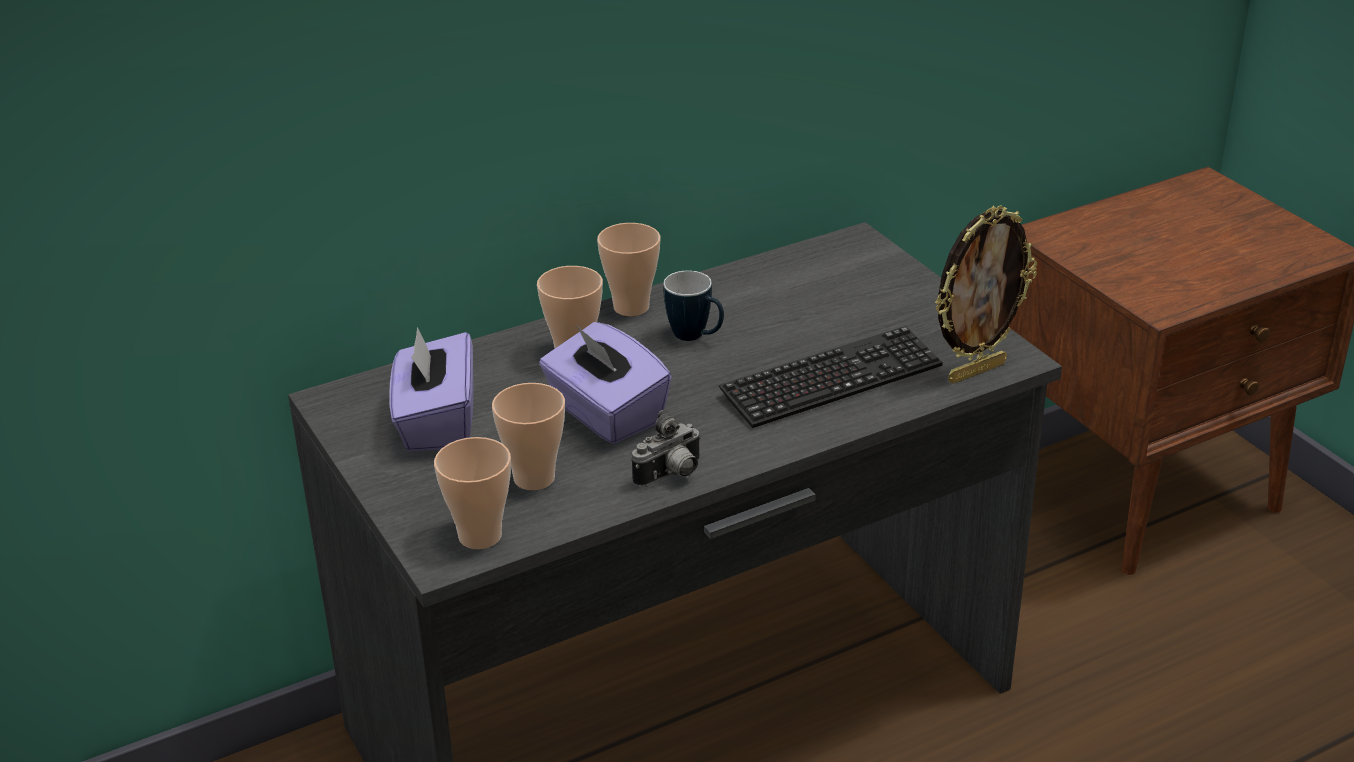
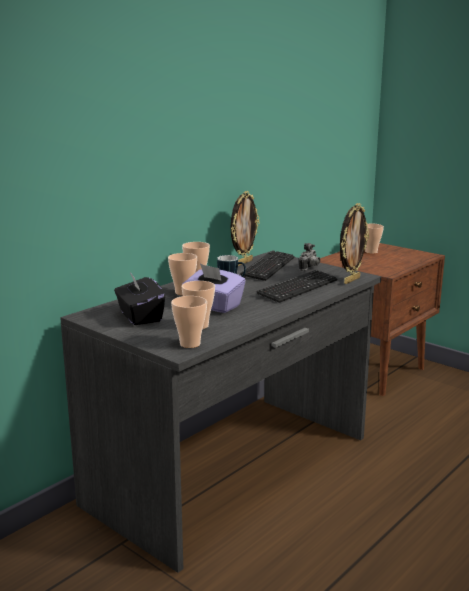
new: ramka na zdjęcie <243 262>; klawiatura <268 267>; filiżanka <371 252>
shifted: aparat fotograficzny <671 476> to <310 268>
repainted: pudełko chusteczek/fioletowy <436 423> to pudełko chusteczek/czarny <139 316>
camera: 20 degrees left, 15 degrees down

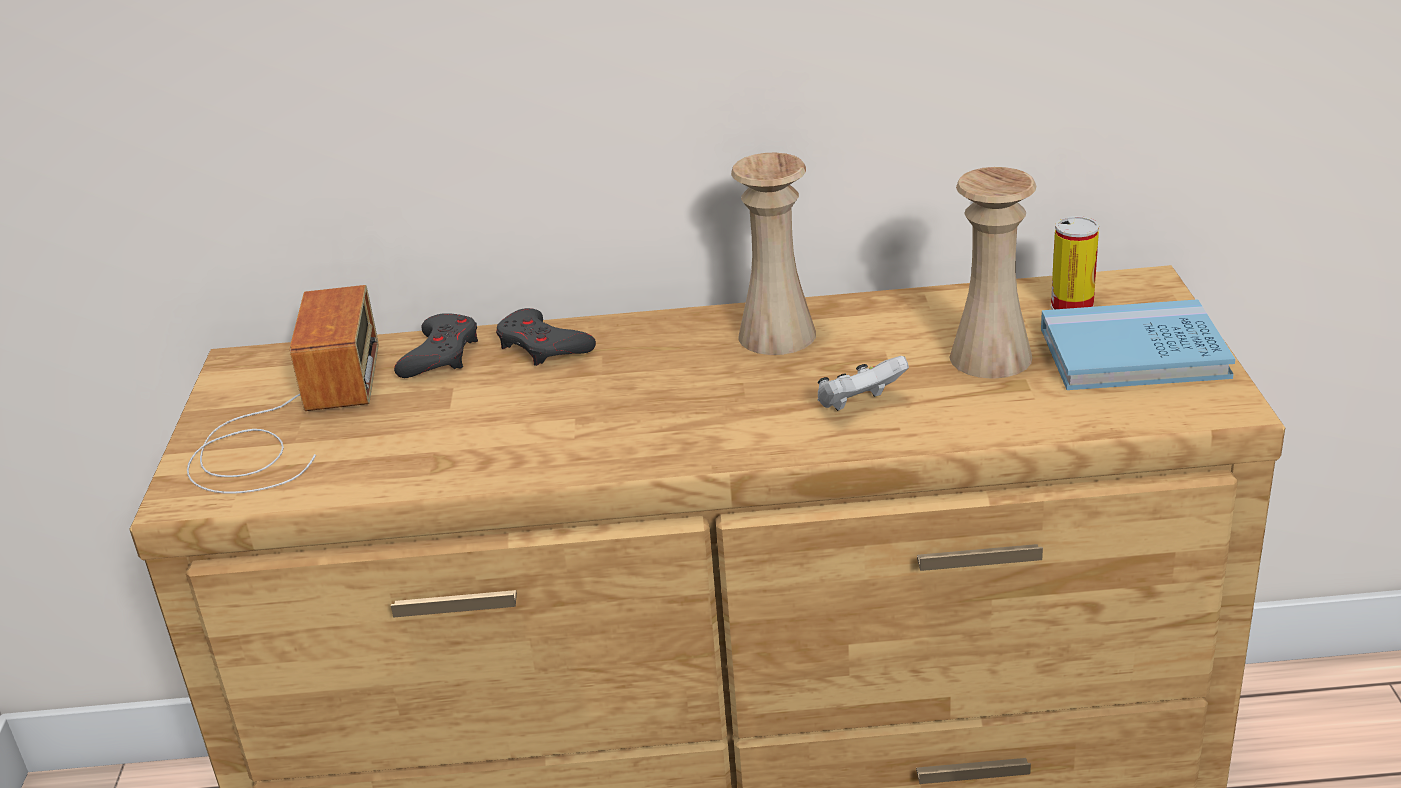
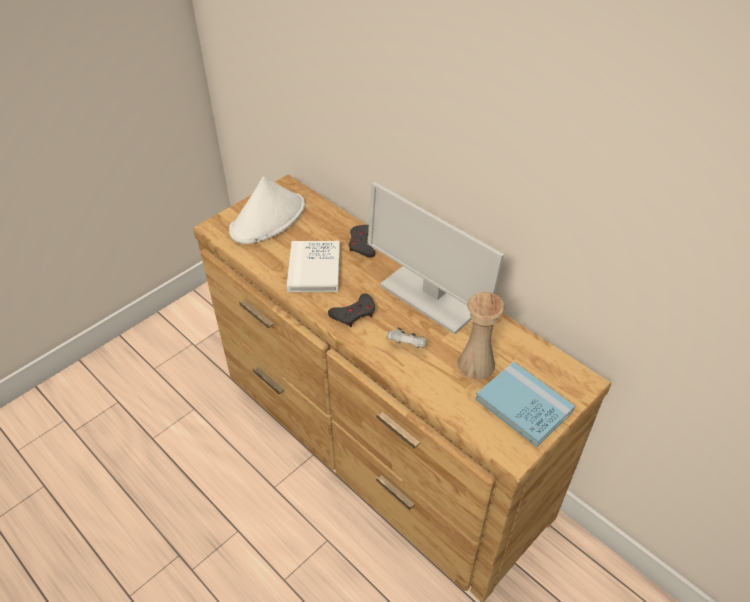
gone: puszka <1072 307>
new: książka/biały <314 269>
shifted: pad do gier/szary <441 354> to <354 313>
swapped: radio <289 420> to kapelusz/biały <268 219>; wazon/beżowy <777 335> to monitor <430 297>
camera: 45 degrees right, 15 degrees up

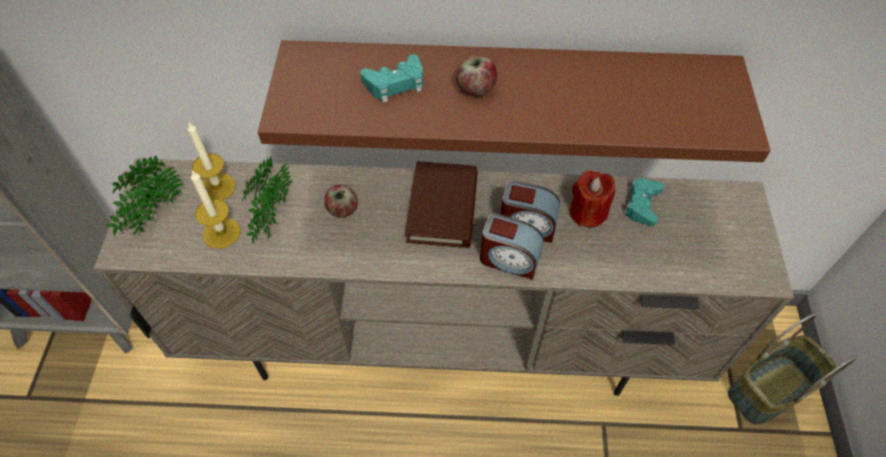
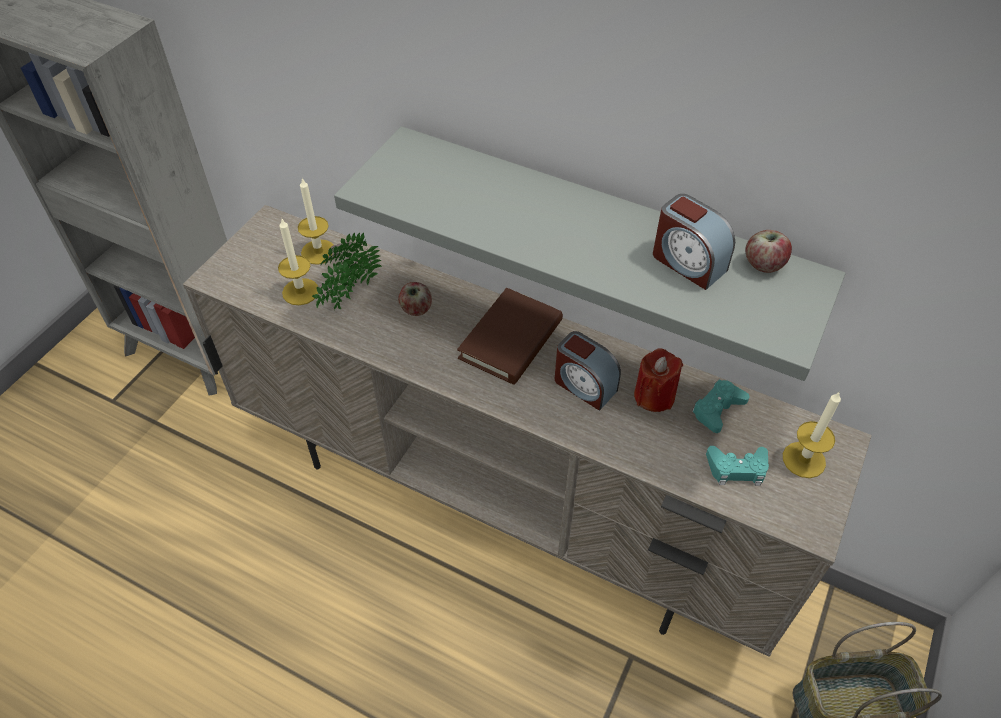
gone: roślina doniczkowa <152 216>
new: świeca <804 459>
shifted: pad do gier/turkusowy <395 83> to <737 469>; jabłko <475 89> to <763 264>; budzik <509 259> to <687 262>
repainted: półka/brązowy <506 84> to półka/szary <600 231>
camera: 25 degrees right, 5 degrees down

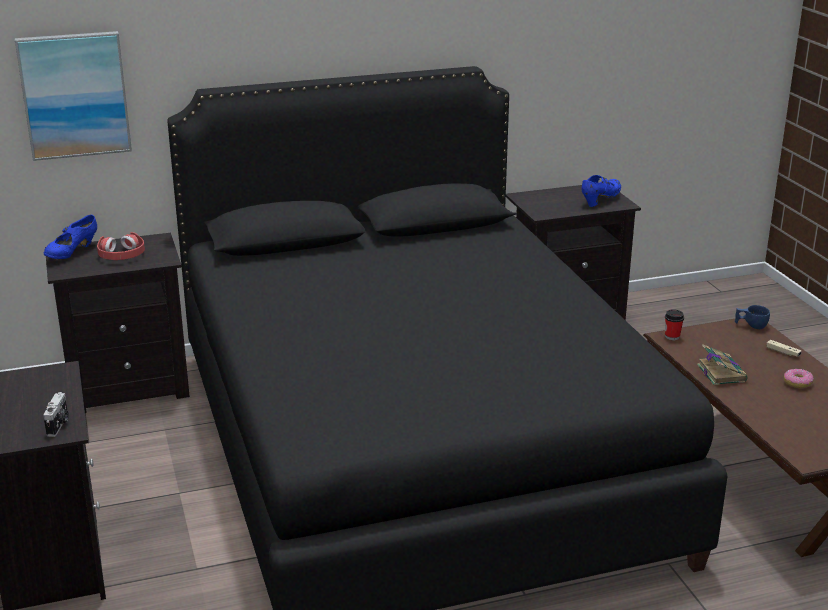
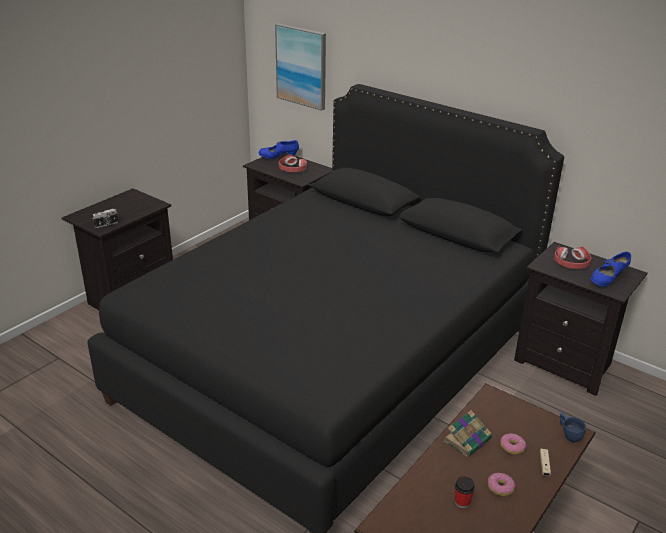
new: donut <512 447>; słuchawki/czerwony <571 263>
shifted: filiżanka <672 337> to <462 502>
rotated: but/niebieski <600 200> = <607 280> 135 degrees clockwise
camera: 55 degrees right, 5 degrees up

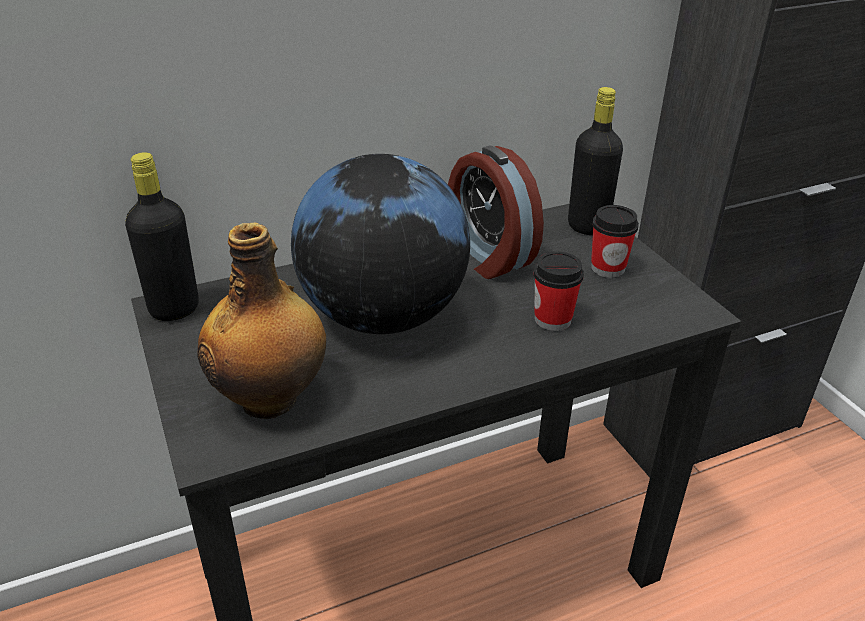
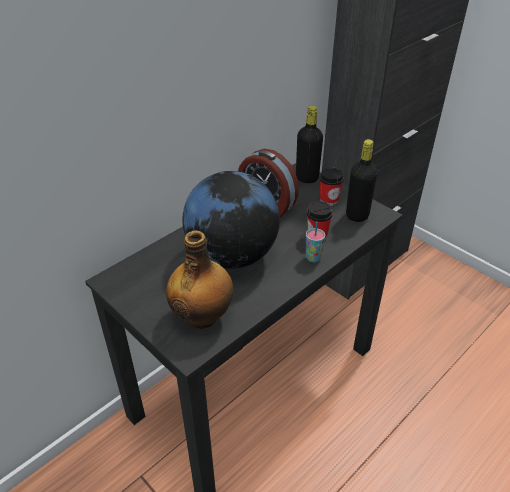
new: filiżanka <313 258>
shifted: butelka/czarny <174 309> to <357 215>
camera: 20 degrees left, 5 degrees up

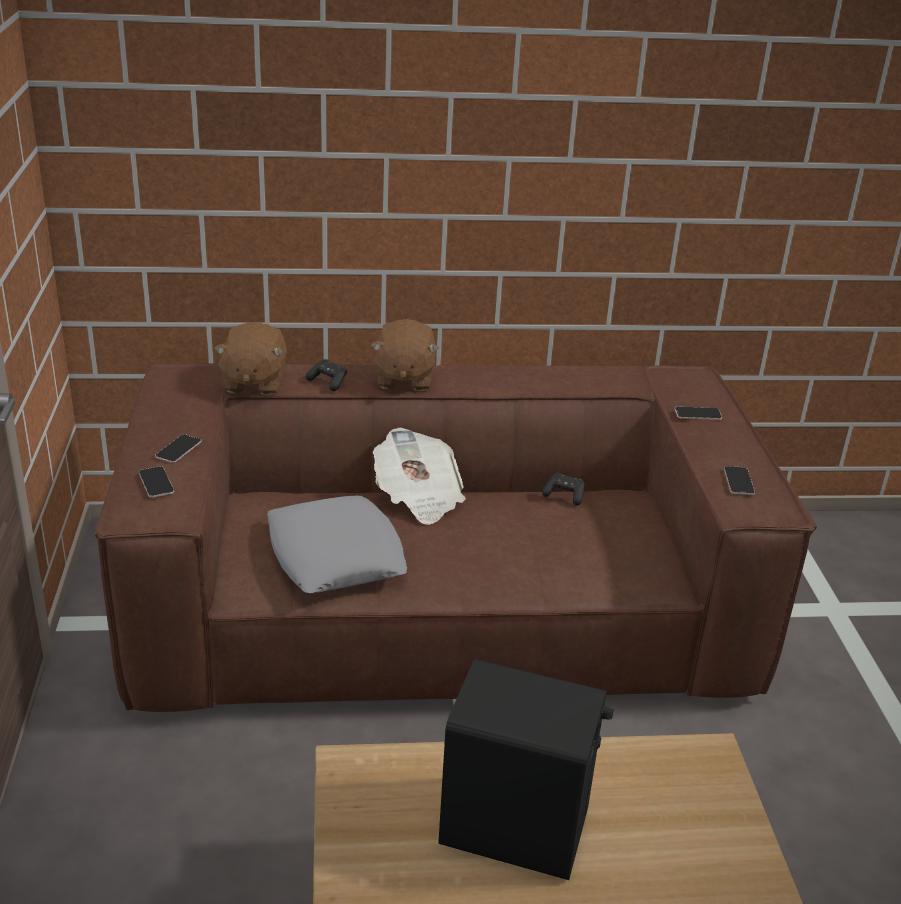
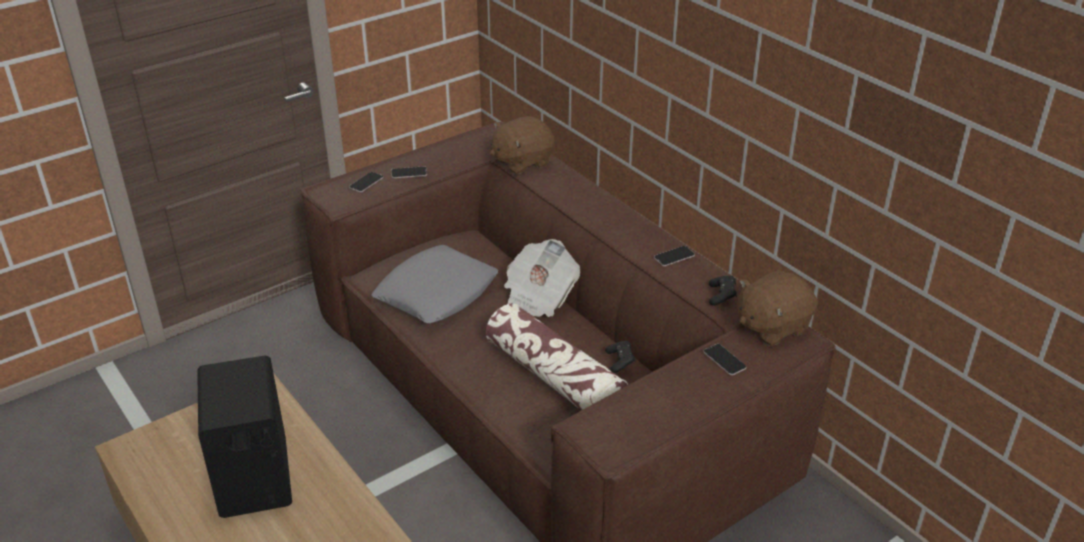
new: poduszka <555 378>
shifted: pad do gier/czarny <328 382> to <722 296>; pluszak/brązowy <403 379> to <771 326>; telefon <738 481> to <674 256>
camera: 60 degrees right, 5 degrees up

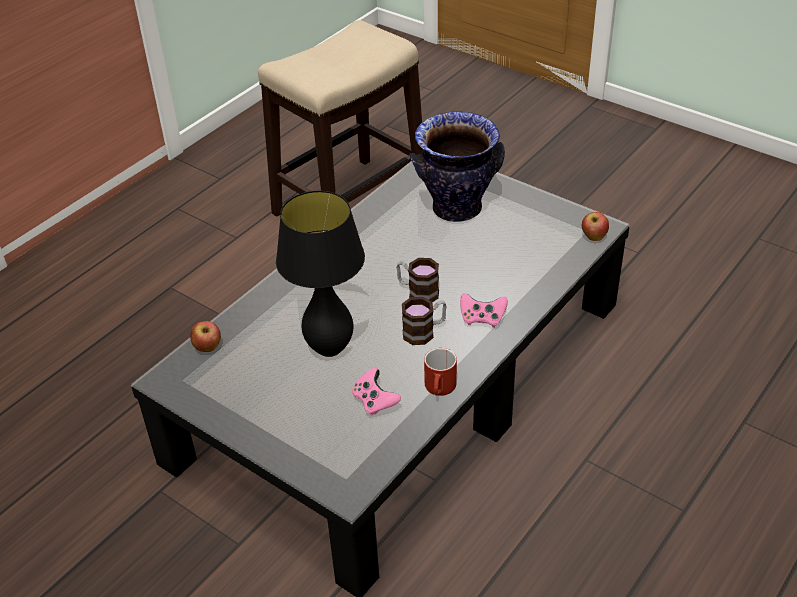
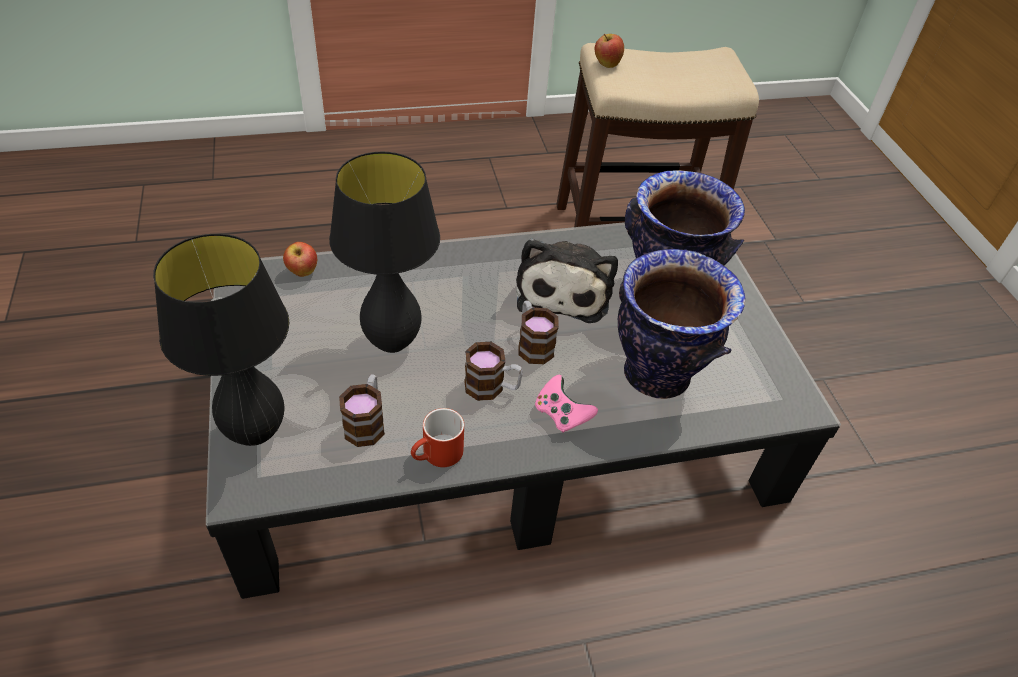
new: lampa stołowa/czarny <255 433>; pluszak <563 290>; wazon <655 375>
shifted: jabłko <593 237> to <606 64>
swapped: pad do gier/różowy <375 401> to kubek <367 422>
camera: 35 degrees right, 5 degrees up

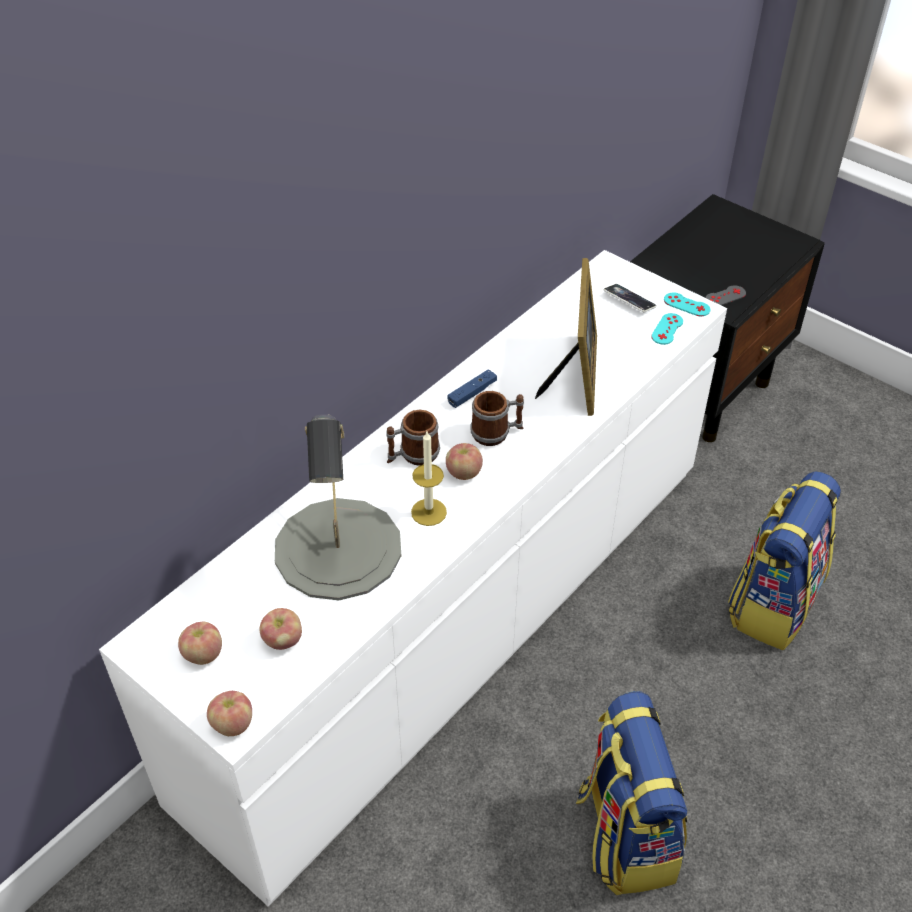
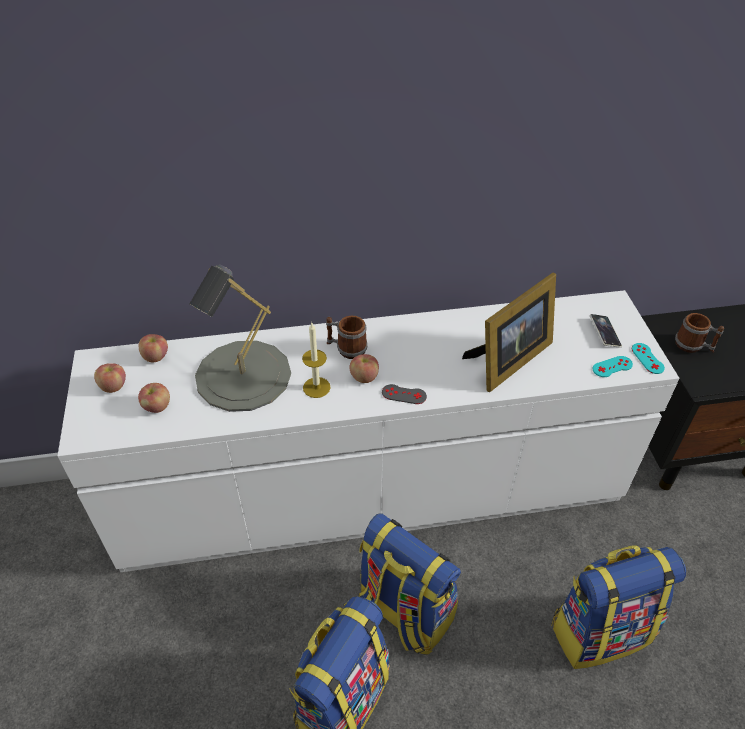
gone: pad do gier/niebieski <472 393>
new: plecak <403 612>
shifted: jabłko <232 724> to <155 357>; kubek <497 433> to <693 346>; pad do gier/szary <725 296> to <404 394>
camera: 40 degrees right, 0 degrees up

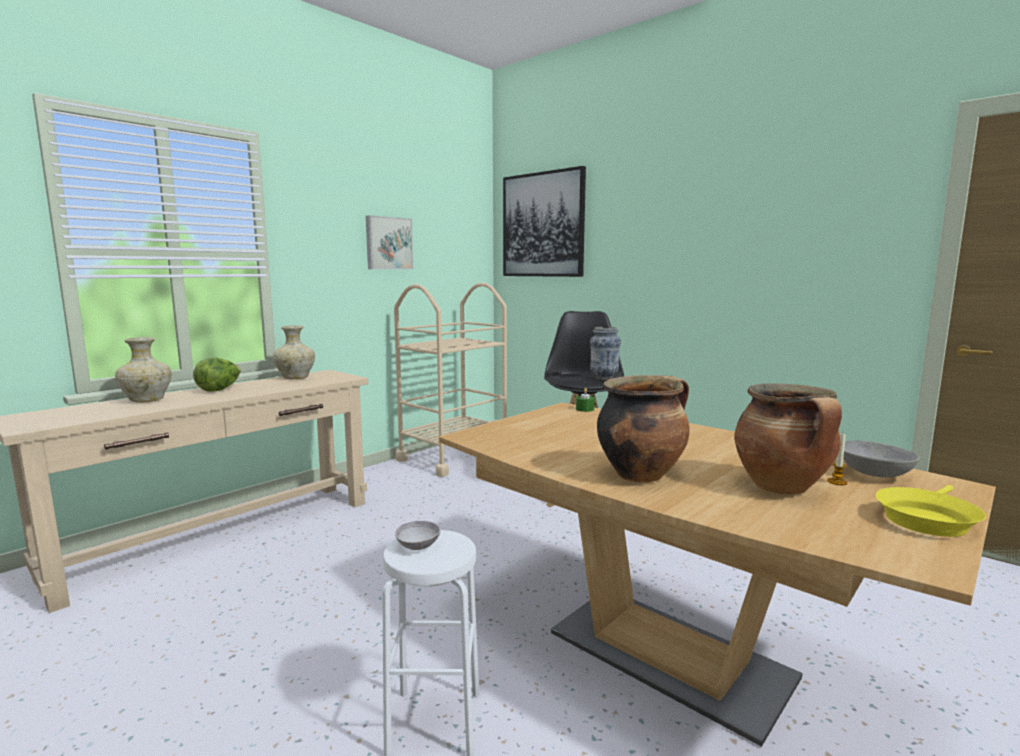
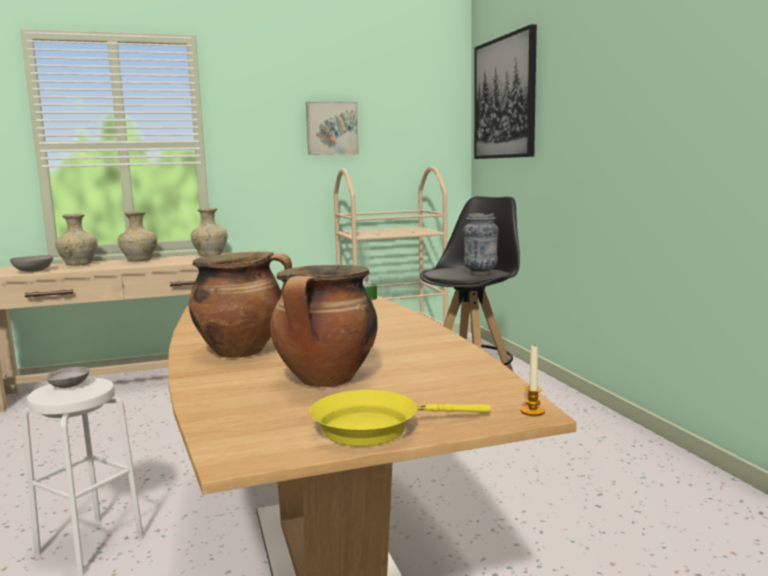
shifted: świeca <837 482> to <532 411>; miska/szary <873 474> to <33 271>
swapped: sałata <220 389> to wazon/beżowy <139 260>
camera: 30 degrees right, 0 degrees up

